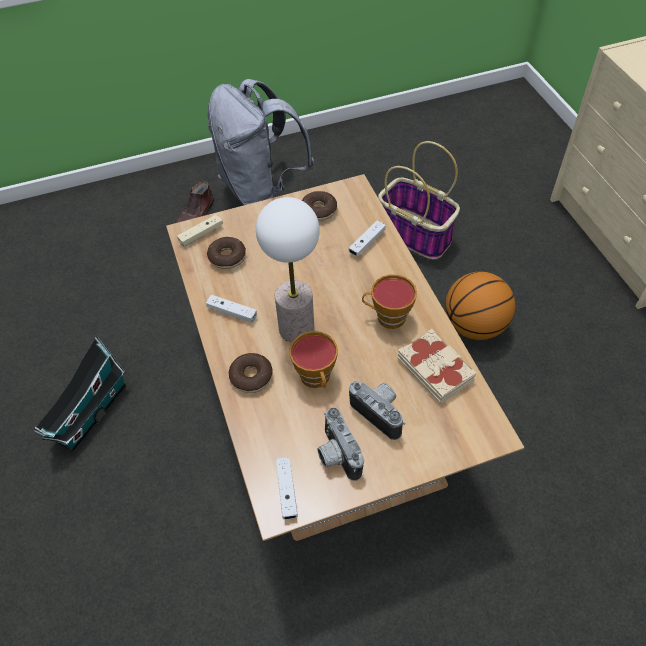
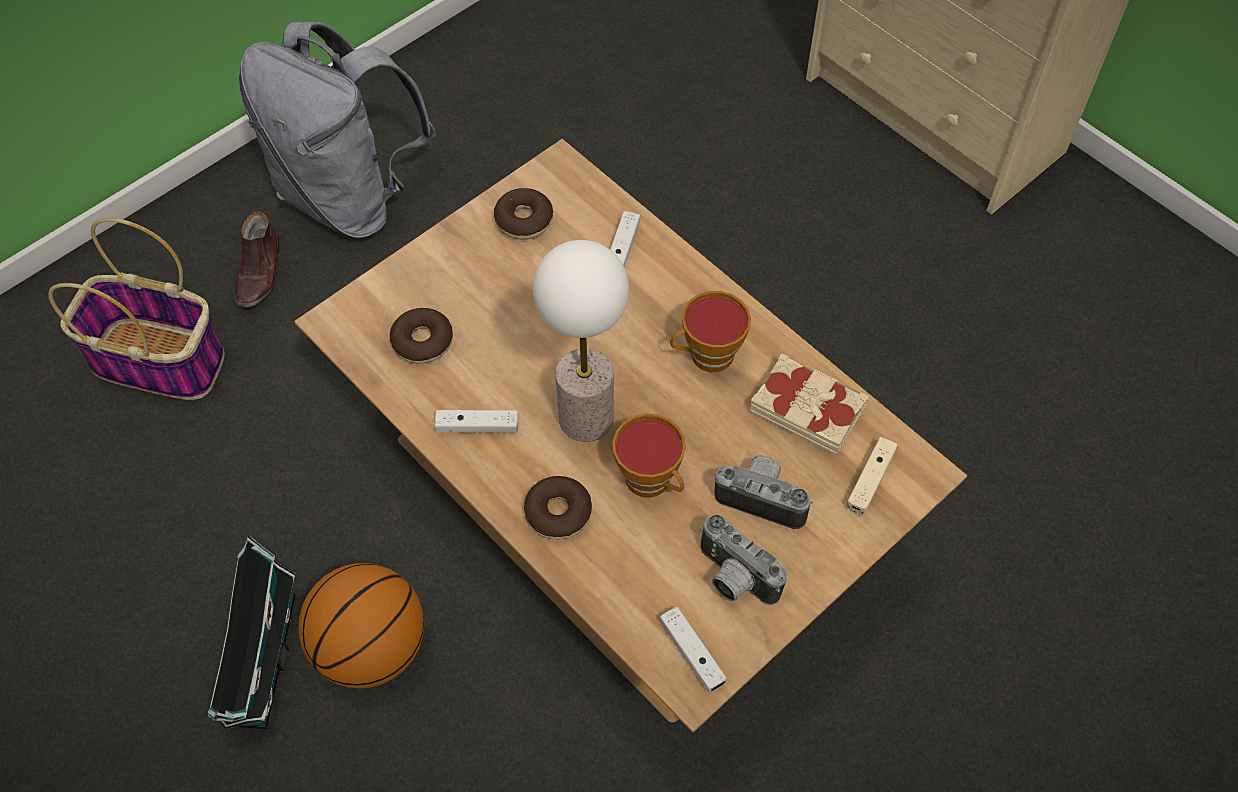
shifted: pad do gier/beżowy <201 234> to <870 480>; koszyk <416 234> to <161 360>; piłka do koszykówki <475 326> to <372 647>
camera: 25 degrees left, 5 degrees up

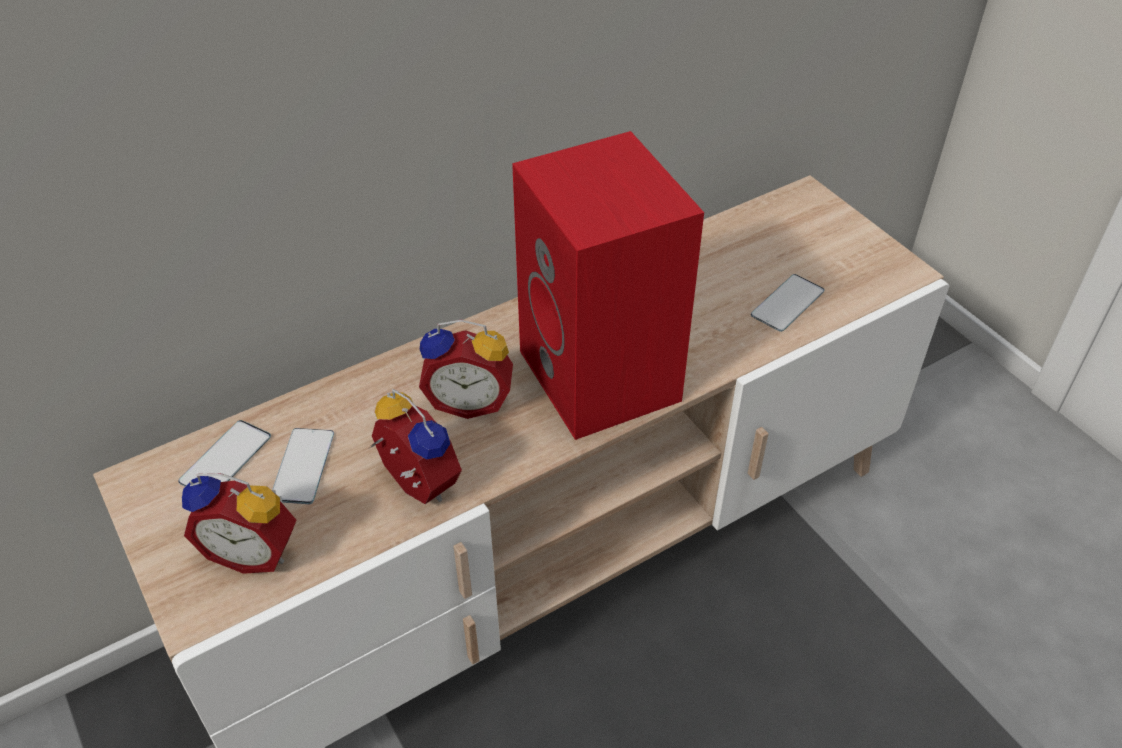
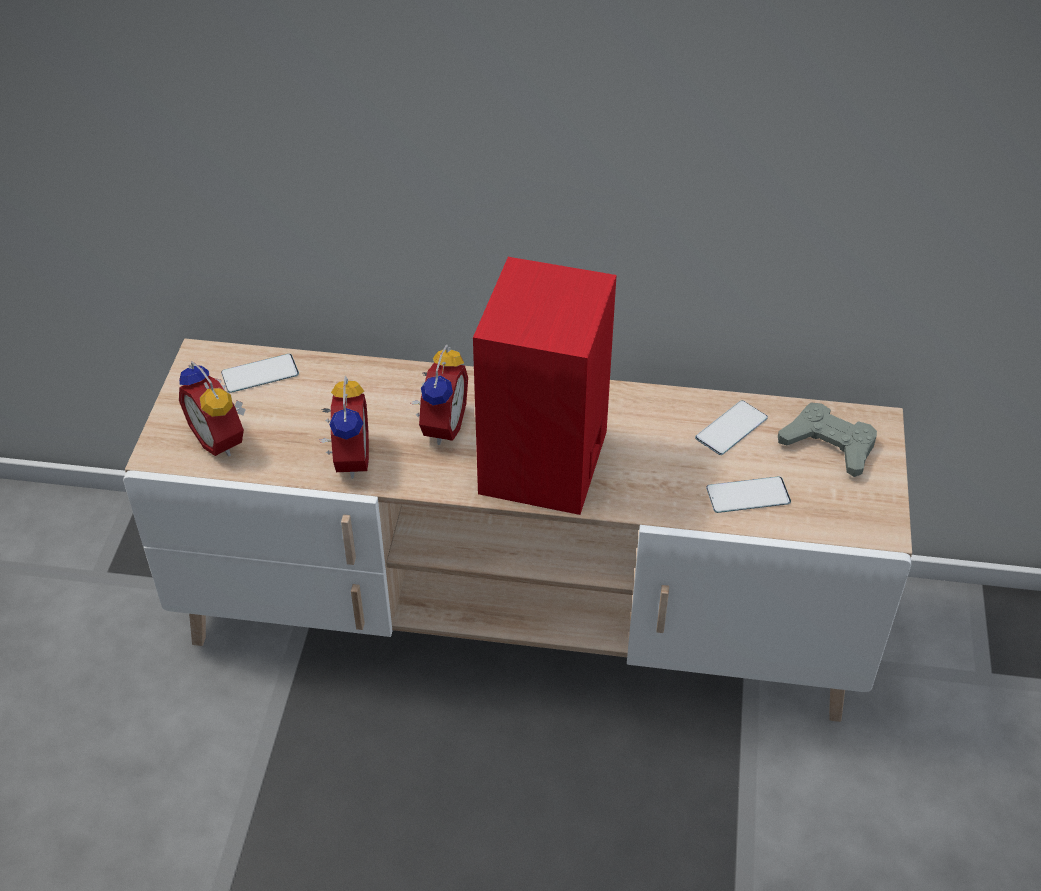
new: pad do gier/szary <829 445>
shifted: telefon <303 466> to <731 428>
rotated: budzik <470 400> = <440 426> 120 degrees counterclockwise
camera: 40 degrees right, 0 degrees up

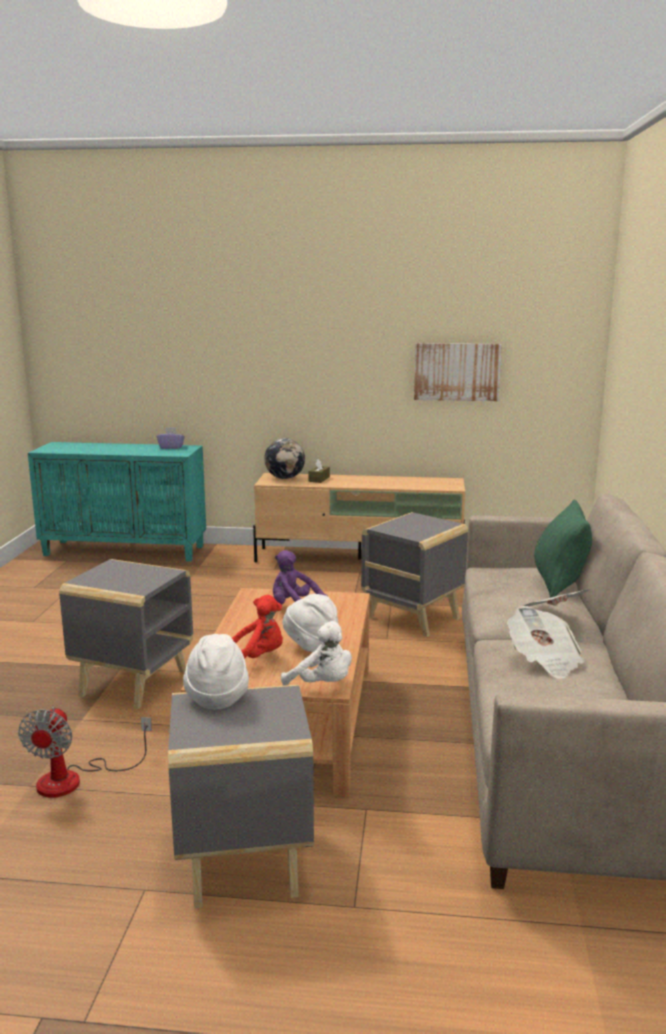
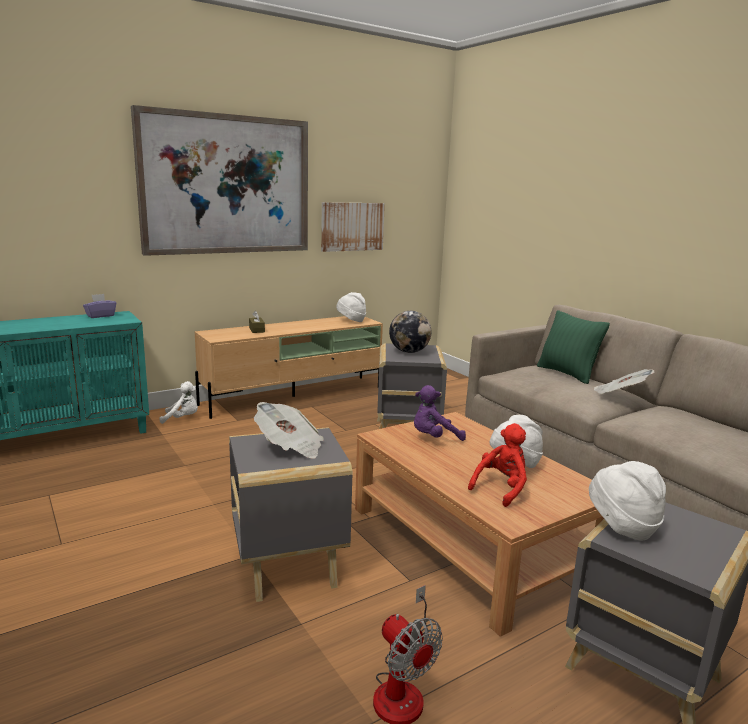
new: obraz <226 185>; kapelusz/biały <351 321>
shifted: globus <285 478> to <409 352>; pluszak/biały <322 684> to <182 418>; gazeta <544 661> to <290 447>
camera: 40 degrees left, 0 degrees up

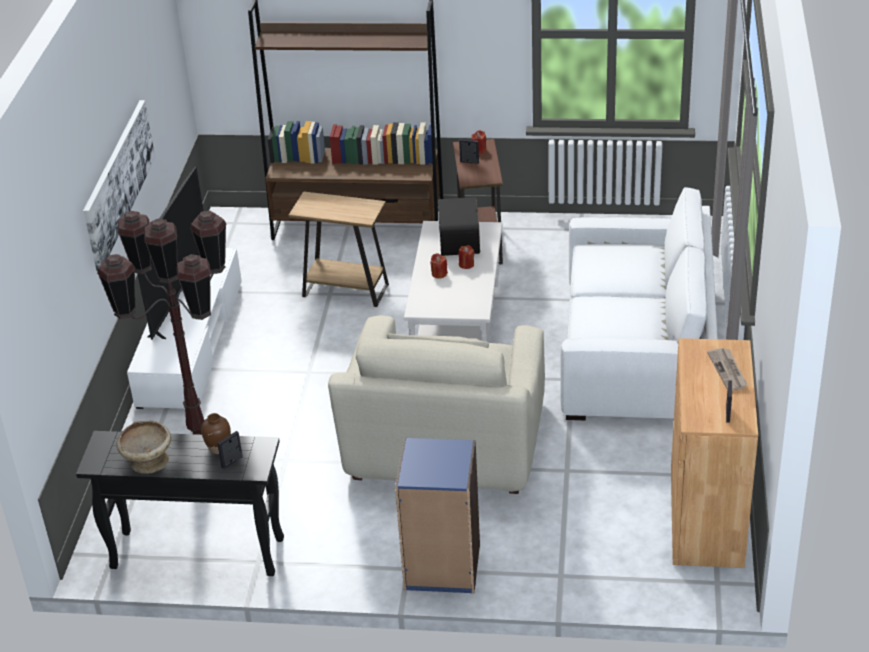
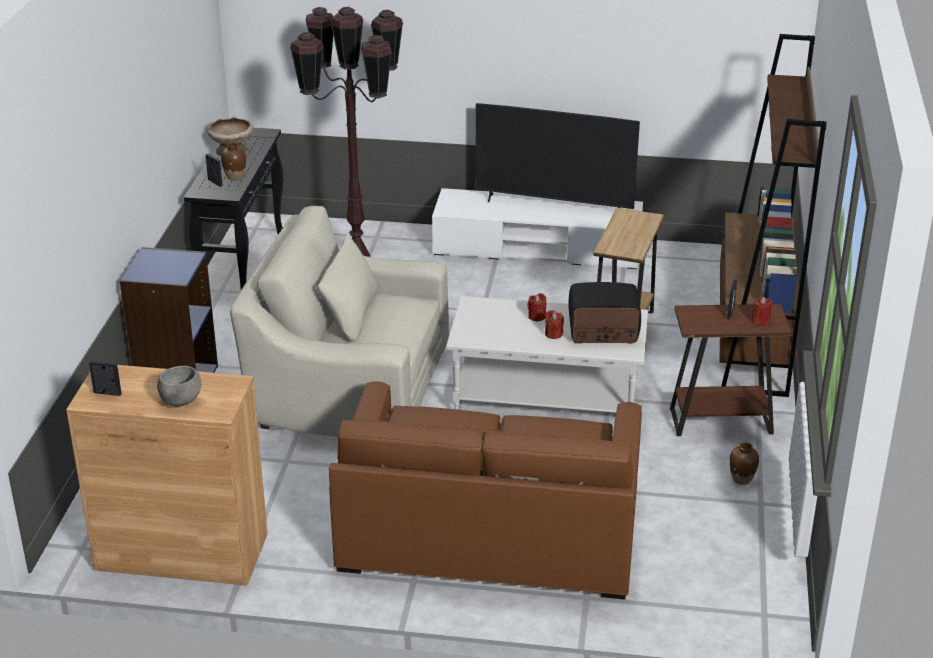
gone: obraz <118 182>
new: wazon/brązowy <742 479>
swapped: gazeta <728 371> to miska/szary <180 401>
repainted: kanapa/biały <638 350> to kanapa/brązowy <488 530>
camera: 90 degrees right, 5 degrees down

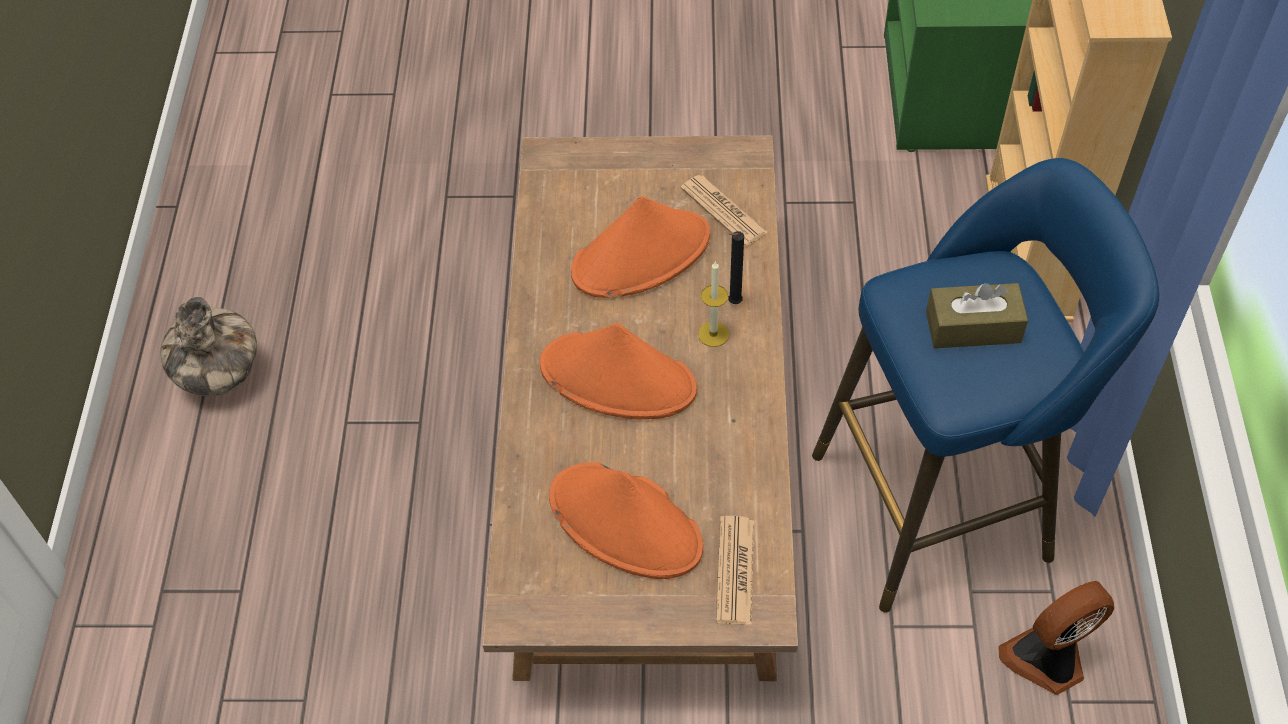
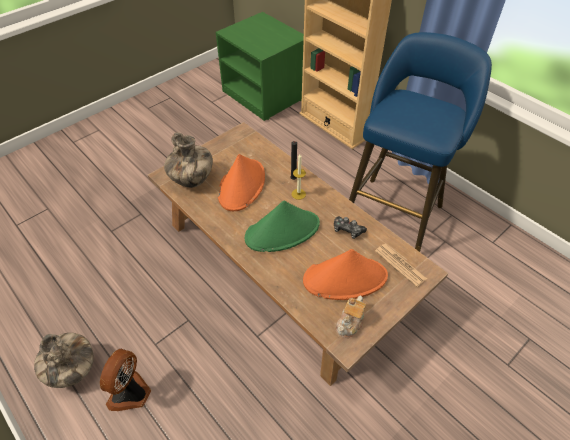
gone: gazeta <723 211>; pudełko chusteczek/brązowy <973 327>
new: wazon <192 180>; pad do gier <347 230>; imbryk <350 323>
shifted: wentylator <1048 660> to <131 393>
repainted: kapelusz/pomarańczowy <619 378> to kapelusz/zielony <282 231>
camera: 45 degrees left, 5 degrees down

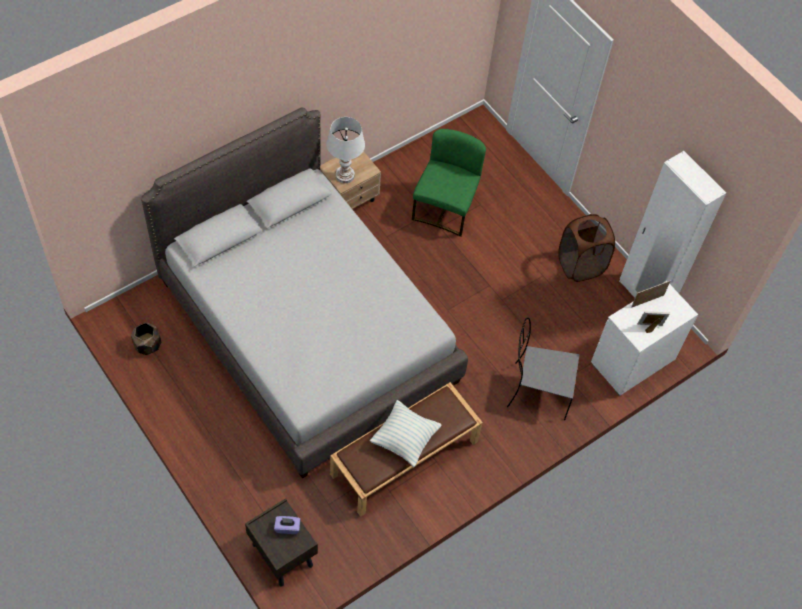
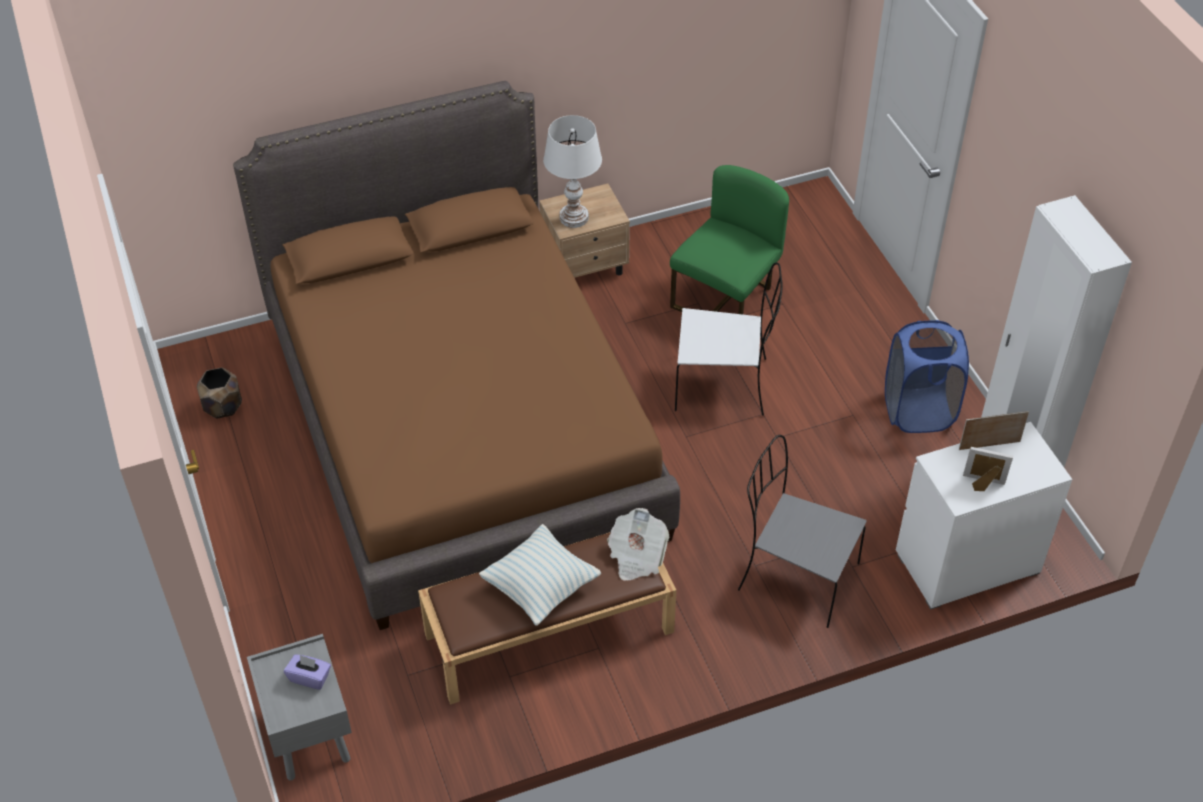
new: gazeta <636 556>; krzesło/biały <724 384>
repainted: łóżko/szary <308 330> to łóżko/brązowy <463 428>; szafka nocna/brązowy <282 554> to szafka nocna/szary <308 734>; kosz na pranie/brązowy <580 265> to kosz na pranie/niebieski <918 411>
camera: 20 degrees right, 10 degrees down

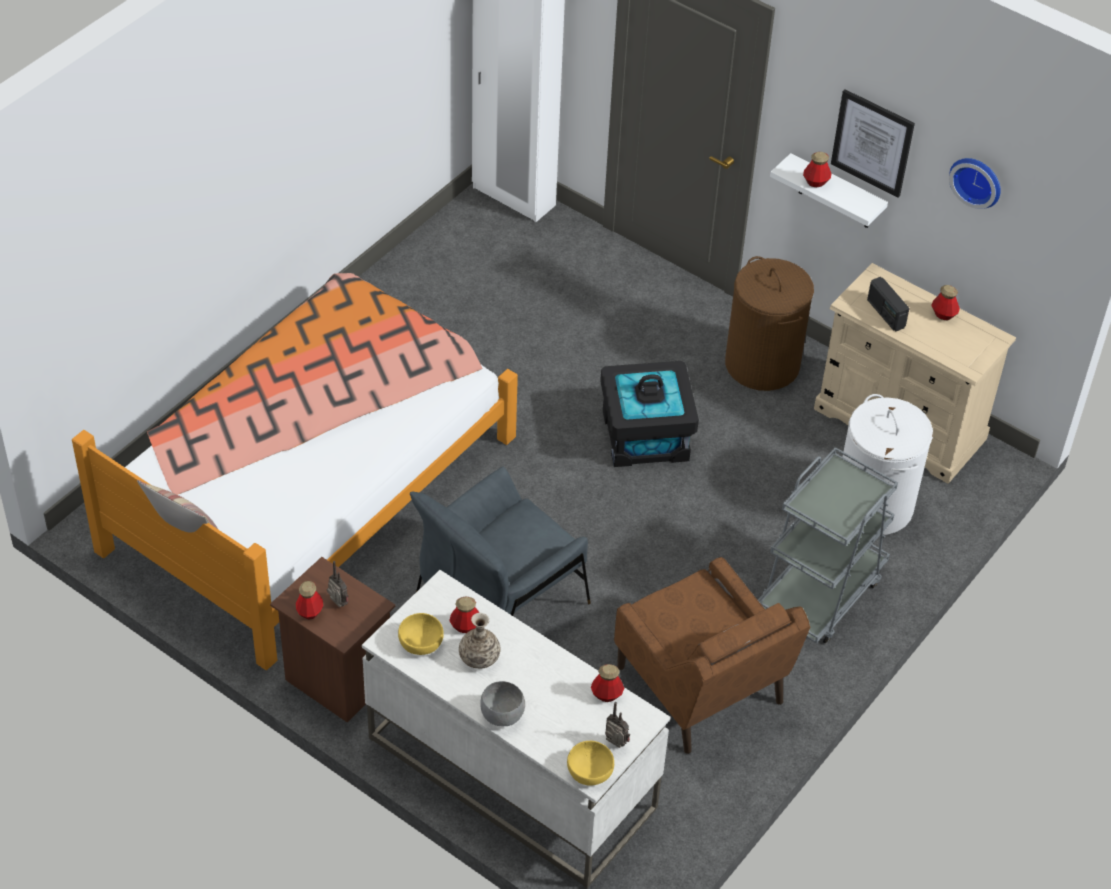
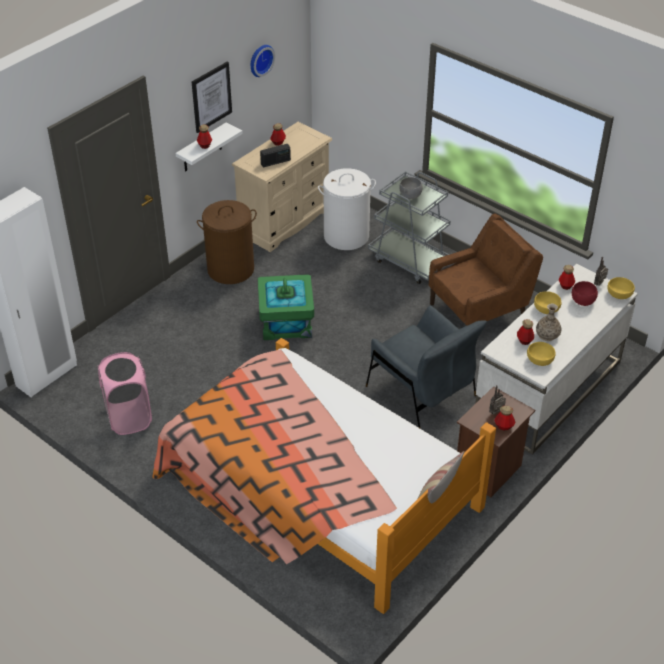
new: kosz na pranie/różowy <129 417>; miska/żółty <546 308>; miska/czerwony <582 302>
shifted: miska/szary <501 715> to <410 196>
repainted: pojemnik do przechowywania/czarny <645 436> to pojemnik do przechowywania/zielony <287 322>
camera: 85 degrees left, 5 degrees down

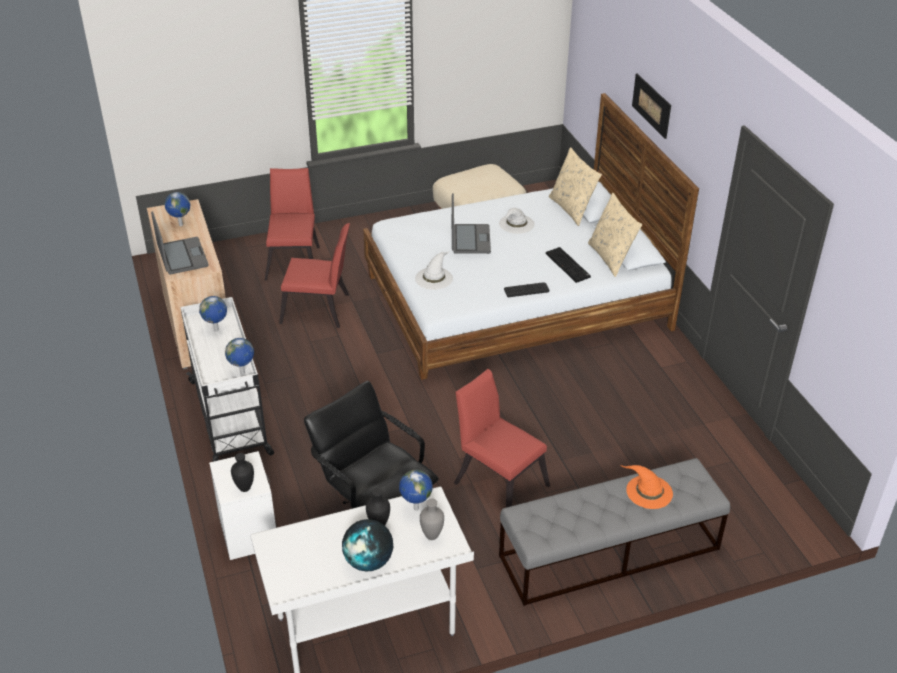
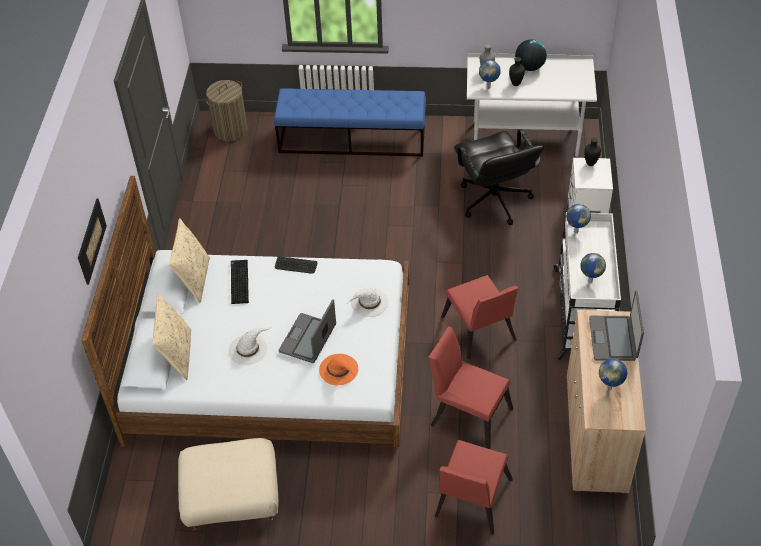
new: kosz na pranie <230 130>
shifted: krzesło/czerwony <498 481> to <479 332>; kapelusz/pomarańczowy <648 491> to <339 369>
repainted: ławka/szary <608 552> to ławka/niebieski <352 139>
camera: 155 degrees left, 10 degrees up

